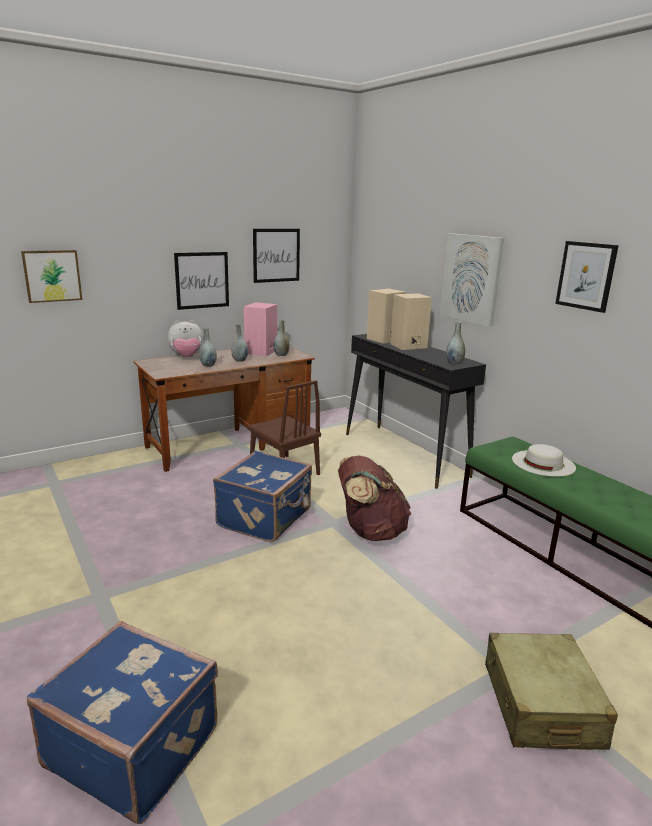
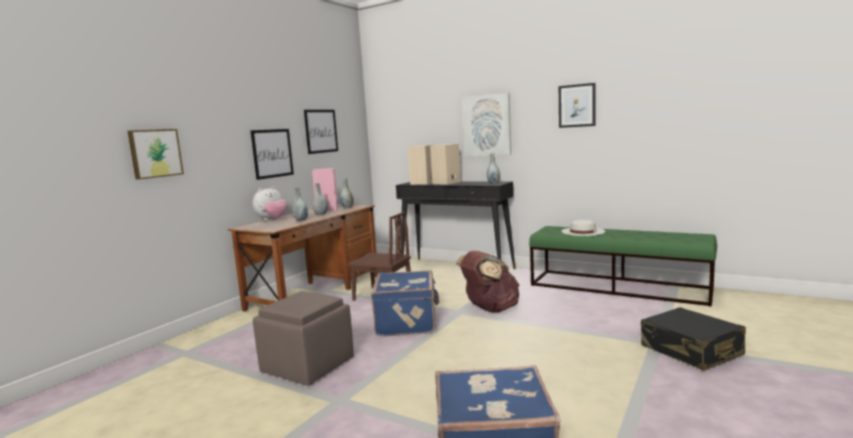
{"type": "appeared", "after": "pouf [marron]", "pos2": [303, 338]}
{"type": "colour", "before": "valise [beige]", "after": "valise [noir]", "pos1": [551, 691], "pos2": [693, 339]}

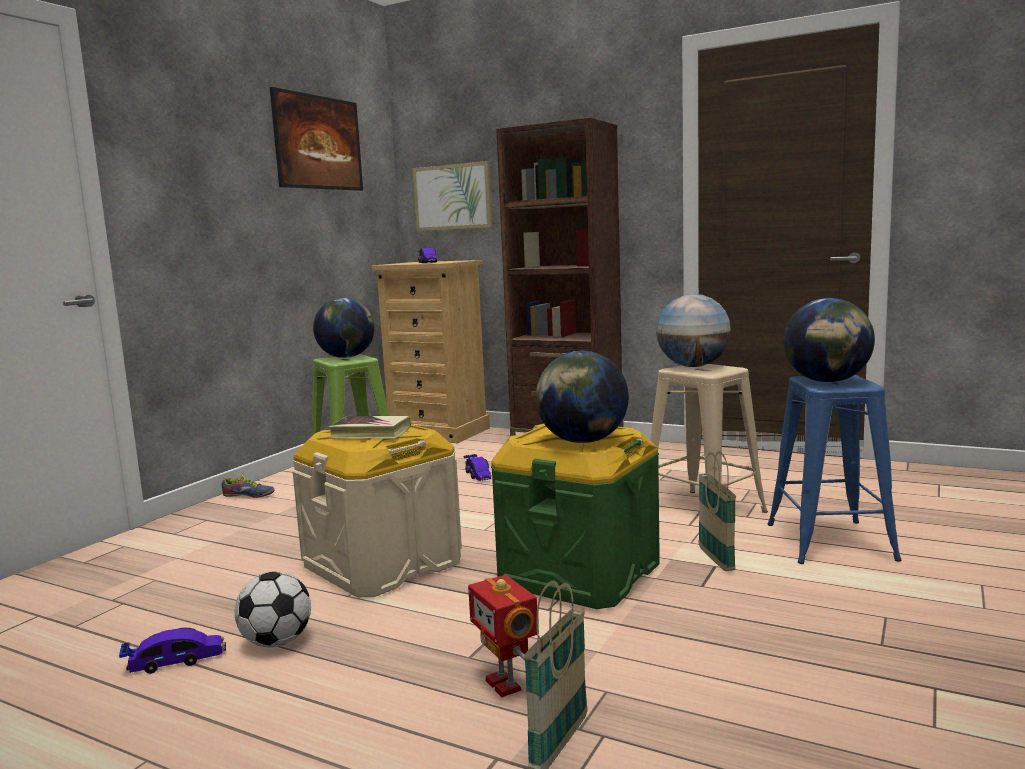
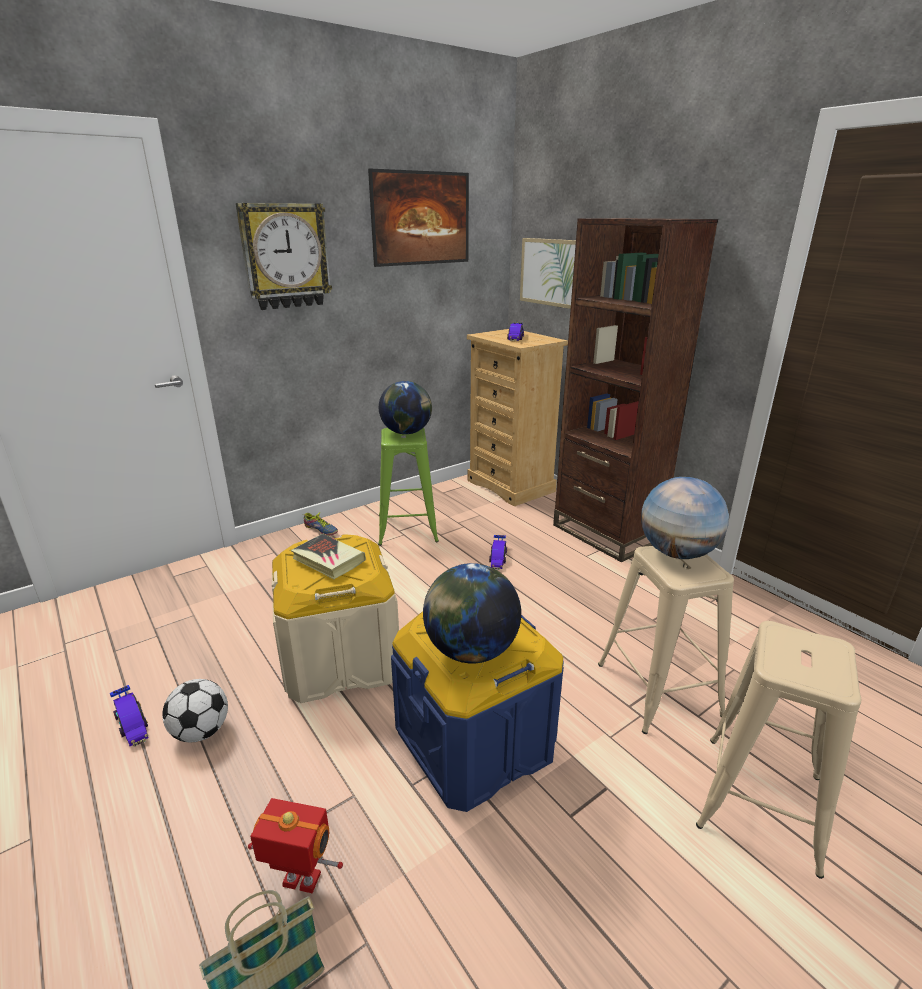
{"type": "spun", "before": "petite voiture", "pos1": [172, 651], "pos2": [129, 715], "turn": 45}
{"type": "appeared", "after": "horloge murale", "pos2": [284, 256]}
{"type": "spun", "before": "robot jouet", "pos1": [502, 636], "pos2": [295, 845], "turn": 105}
{"type": "colour", "before": "boîte de rangement [vert]", "after": "boîte de rangement [bleu]", "pos1": [575, 516], "pos2": [477, 712]}
{"type": "colour", "before": "tabouret [bleu]", "after": "tabouret [beige]", "pos1": [835, 469], "pos2": [778, 750]}
{"type": "missing", "before": "panier", "pos1": [717, 511]}
{"type": "missing", "before": "globe", "pos1": [829, 340]}

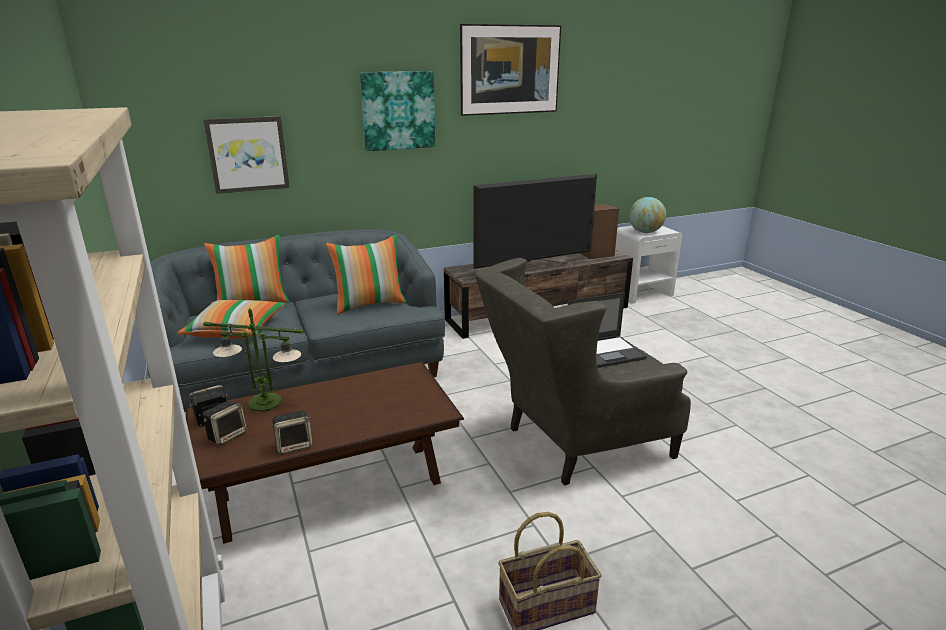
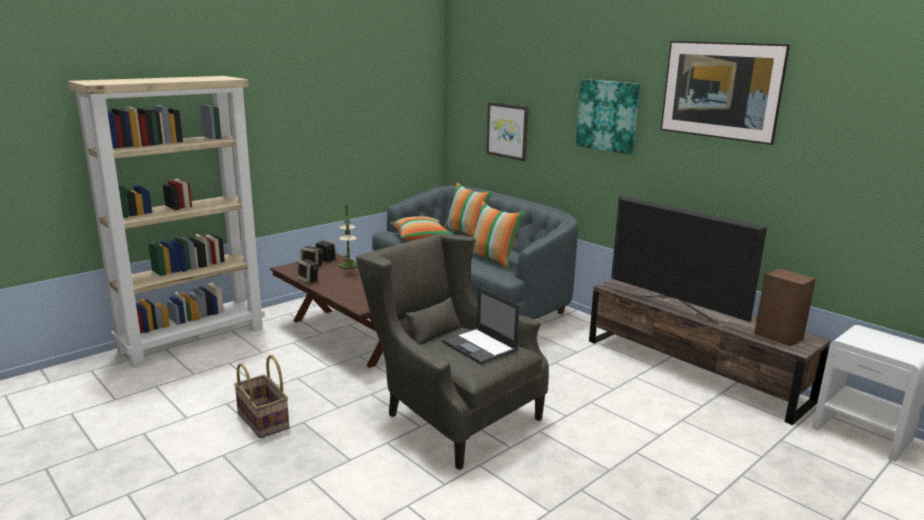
{"type": "missing", "before": "globe", "pos1": [647, 215]}

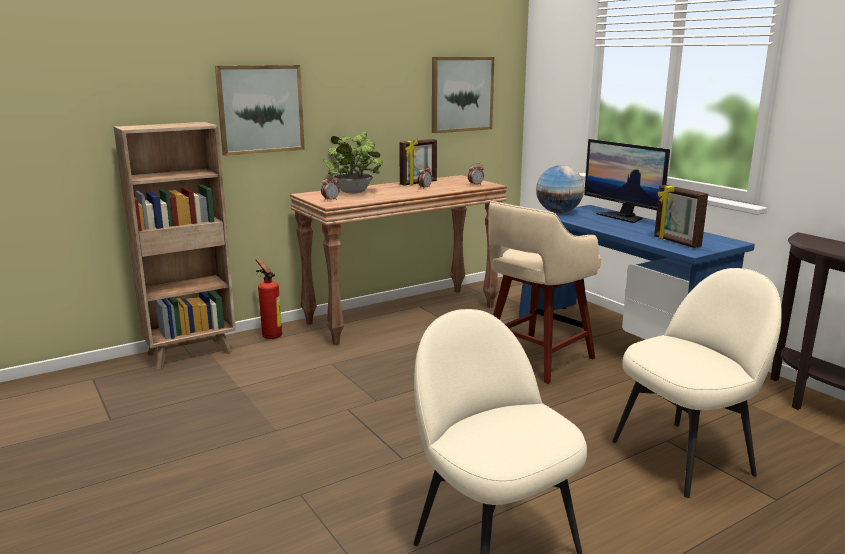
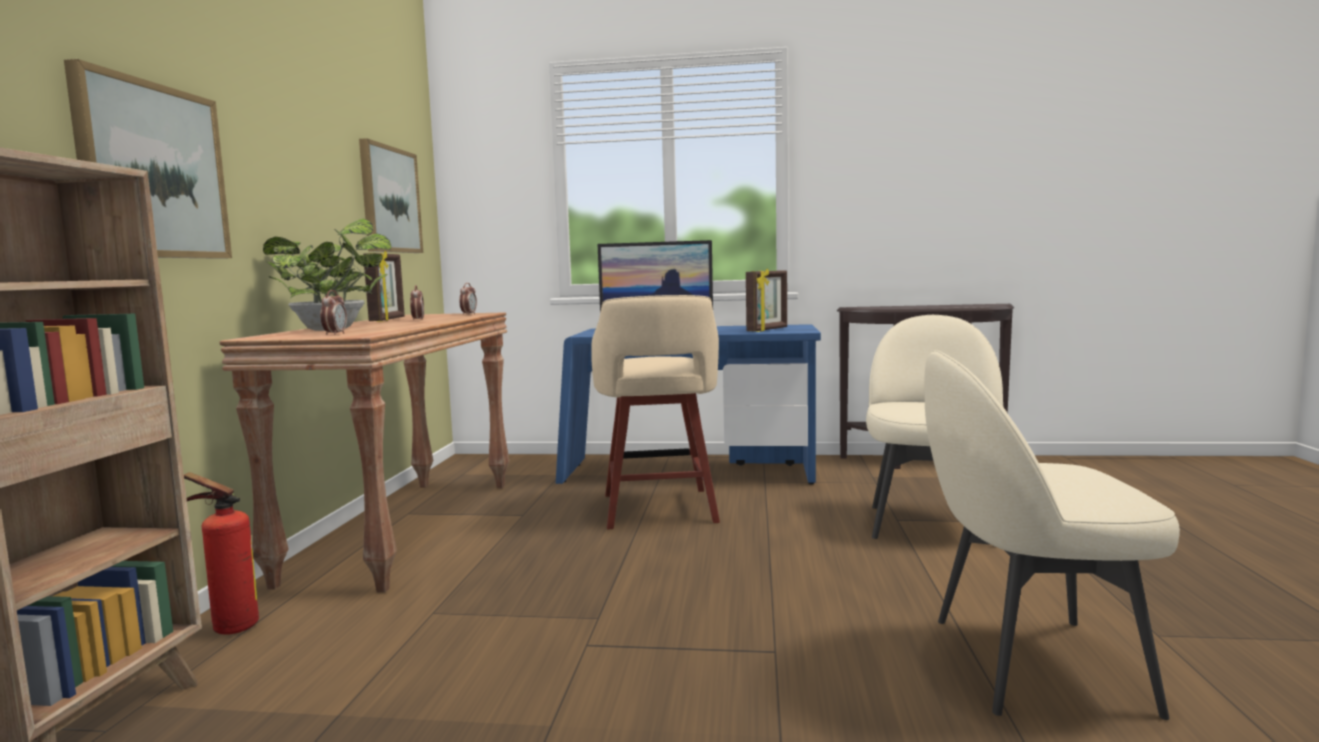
{"type": "spun", "before": "cadre photo", "pos1": [681, 216], "pos2": [766, 300], "turn": -60}
{"type": "missing", "before": "globe", "pos1": [560, 189]}

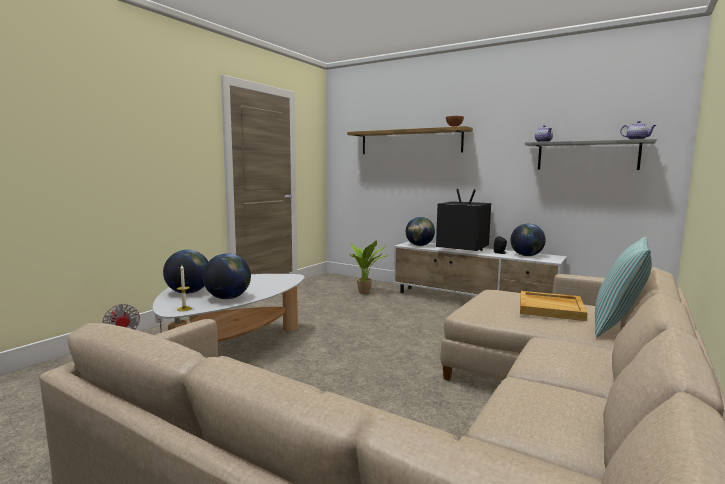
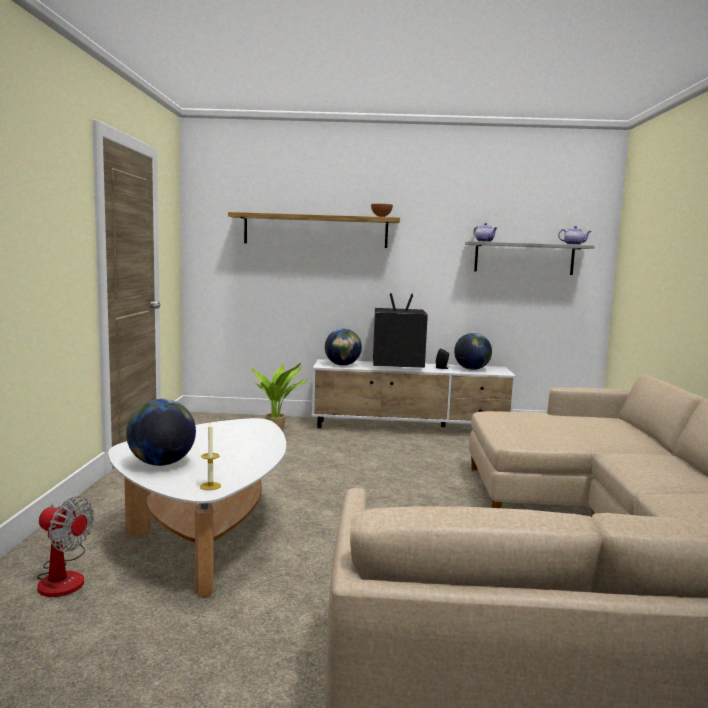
{"type": "missing", "before": "globe", "pos1": [227, 276]}
{"type": "missing", "before": "plateau [beige]", "pos1": [553, 306]}
{"type": "missing", "before": "coussin", "pos1": [623, 287]}

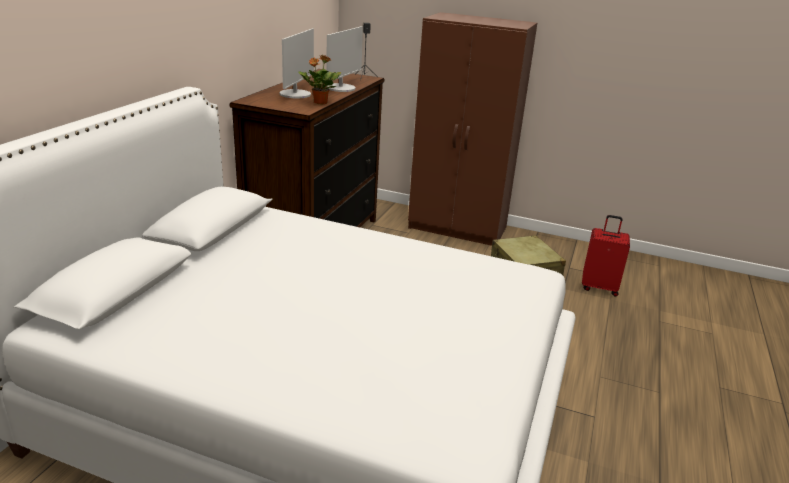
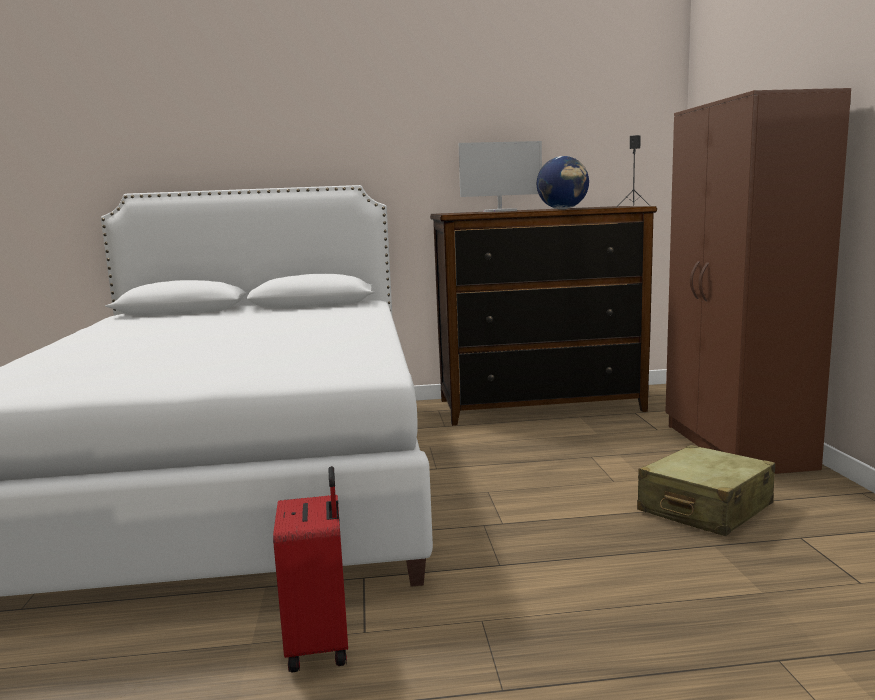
{"type": "relocated", "before": "valise [rouge]", "pos1": [606, 255], "pos2": [310, 569]}
{"type": "exchanged", "before": "écran d'ordinateur", "after": "globe", "pos1": [344, 59], "pos2": [563, 182]}
{"type": "missing", "before": "plante en pot", "pos1": [319, 80]}

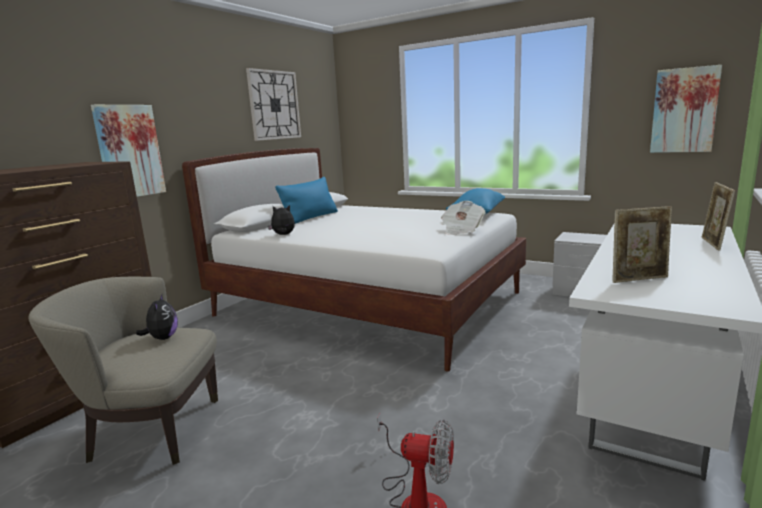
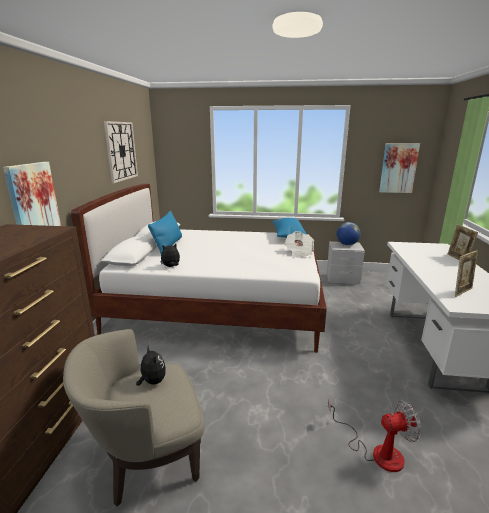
{"type": "appeared", "after": "globe", "pos2": [349, 233]}

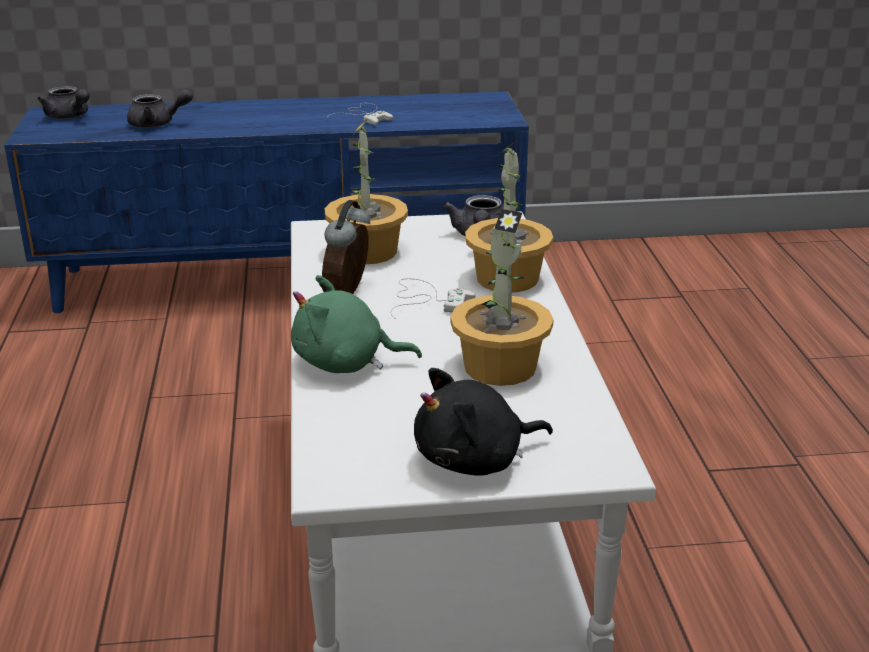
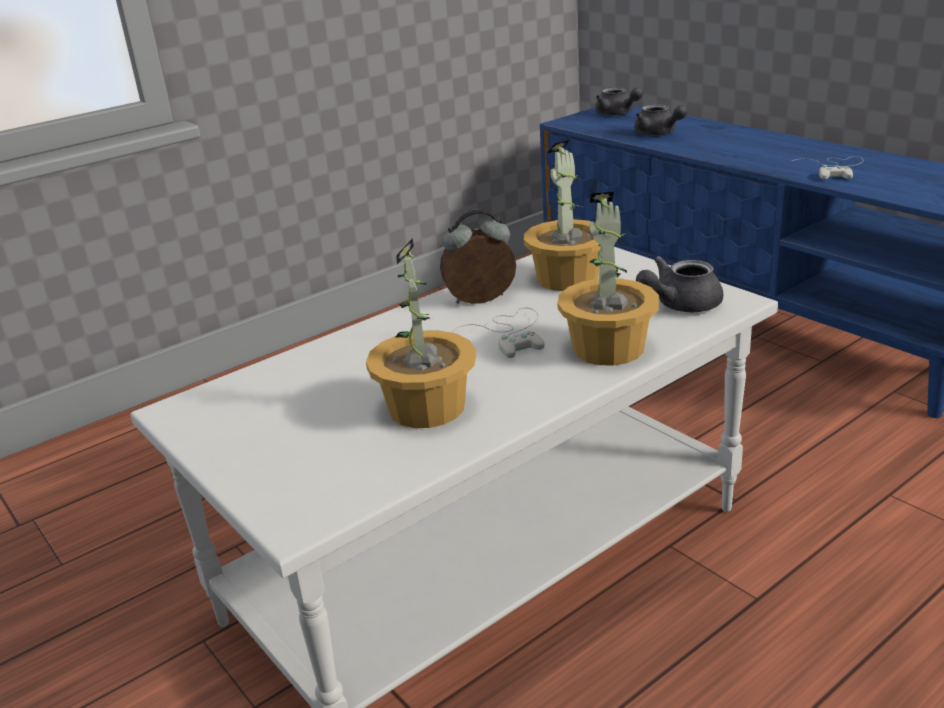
{"type": "spun", "before": "théière [gris]", "pos1": [63, 102], "pos2": [619, 101], "turn": -45}
{"type": "missing", "before": "peluche [vert]", "pos1": [356, 324]}
{"type": "missing", "before": "peluche [noir]", "pos1": [483, 422]}

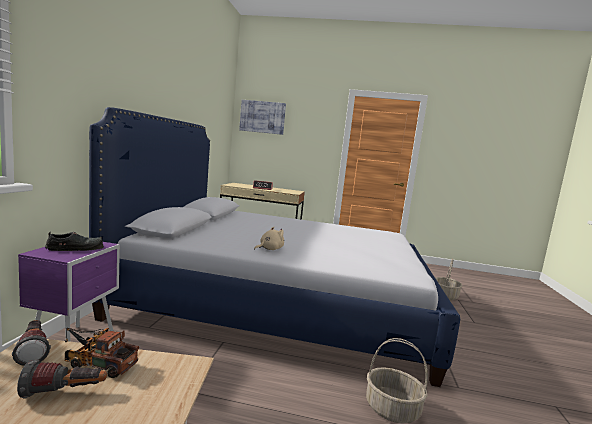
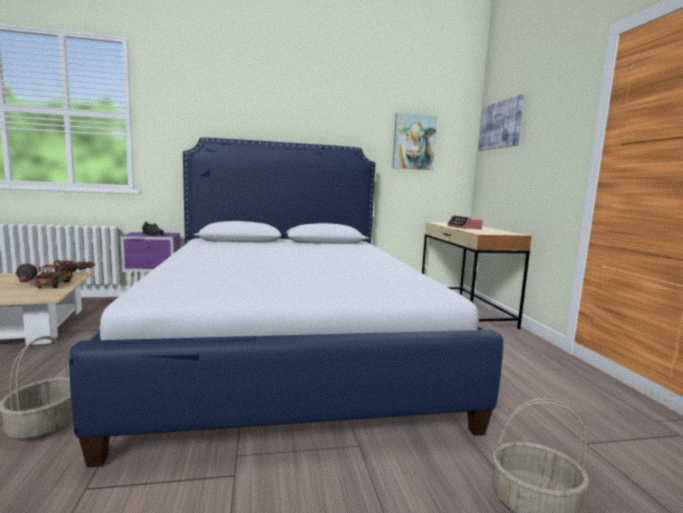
{"type": "appeared", "after": "tableau", "pos2": [414, 141]}
{"type": "missing", "before": "peluche [beige]", "pos1": [269, 238]}

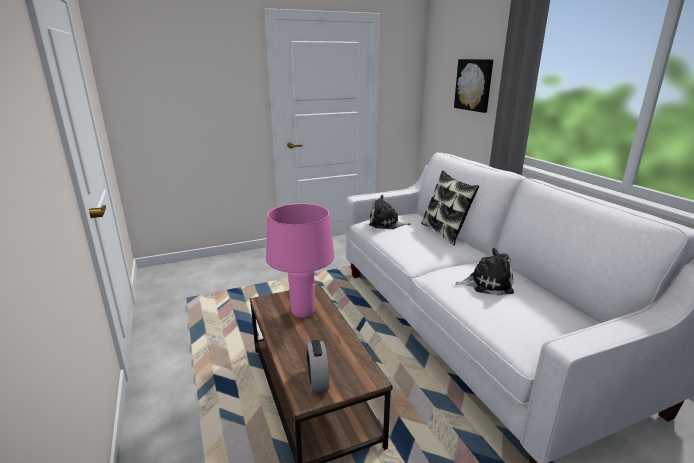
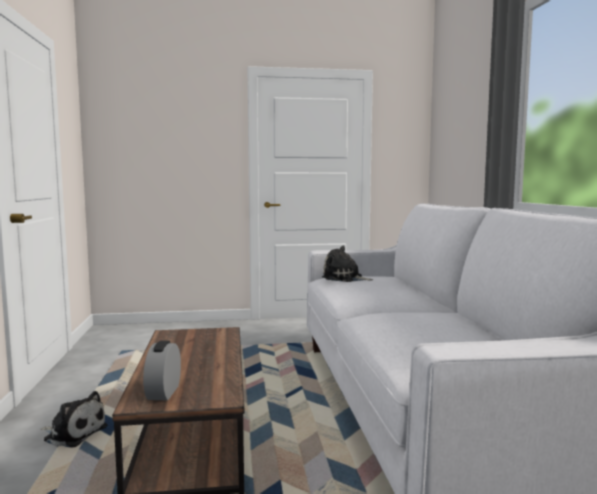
{"type": "relocated", "before": "peluche", "pos1": [484, 272], "pos2": [74, 419]}
{"type": "missing", "before": "lampe de table [rose]", "pos1": [300, 260]}
{"type": "missing", "before": "coussin", "pos1": [450, 208]}
{"type": "missing", "before": "tableau", "pos1": [473, 86]}

